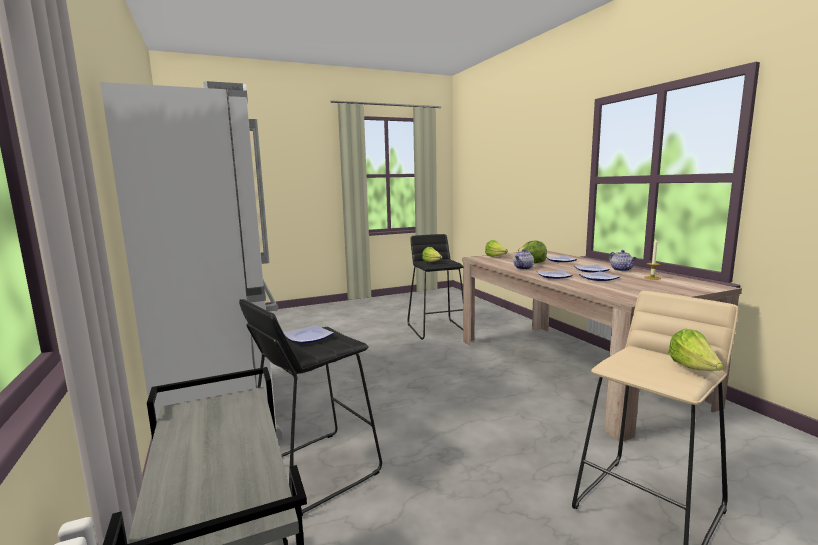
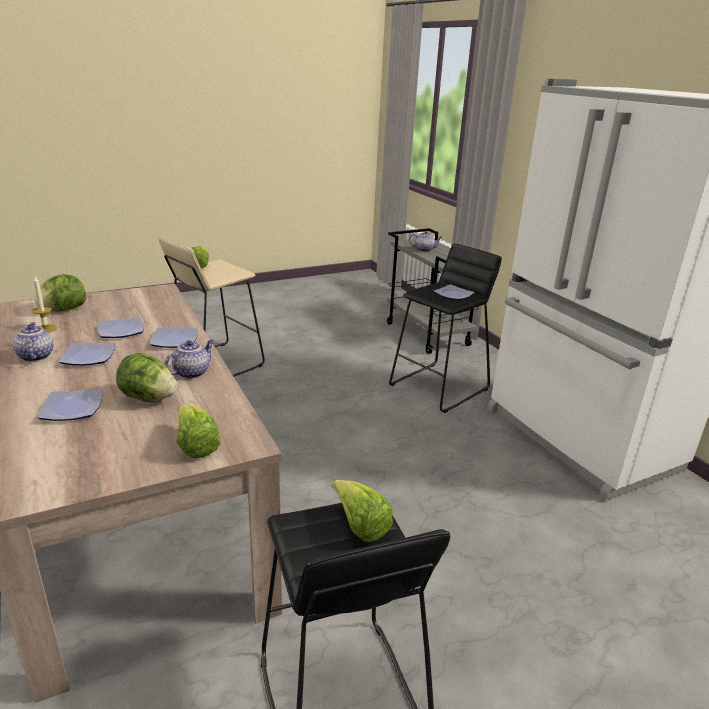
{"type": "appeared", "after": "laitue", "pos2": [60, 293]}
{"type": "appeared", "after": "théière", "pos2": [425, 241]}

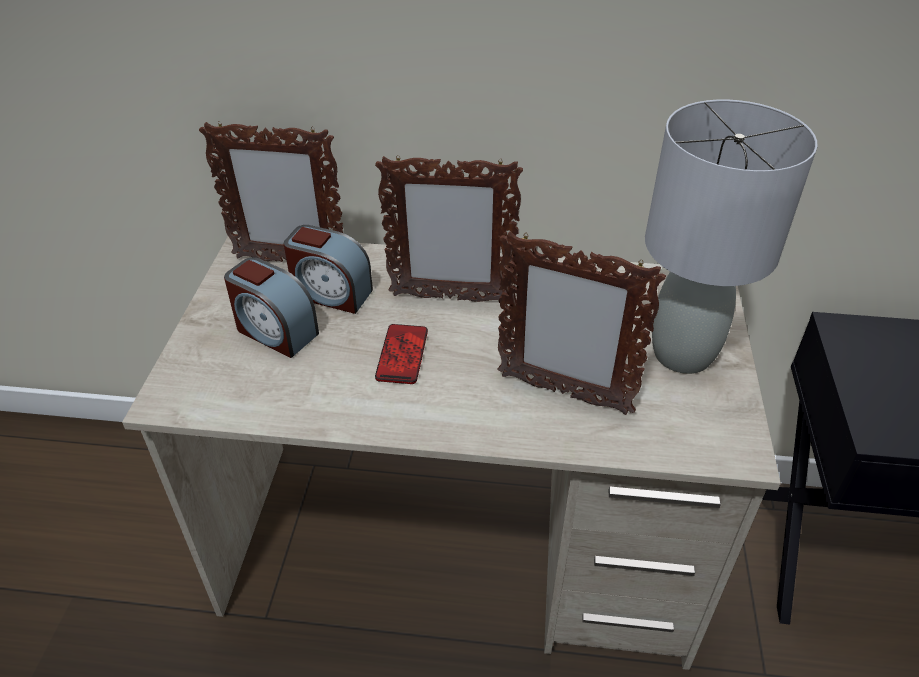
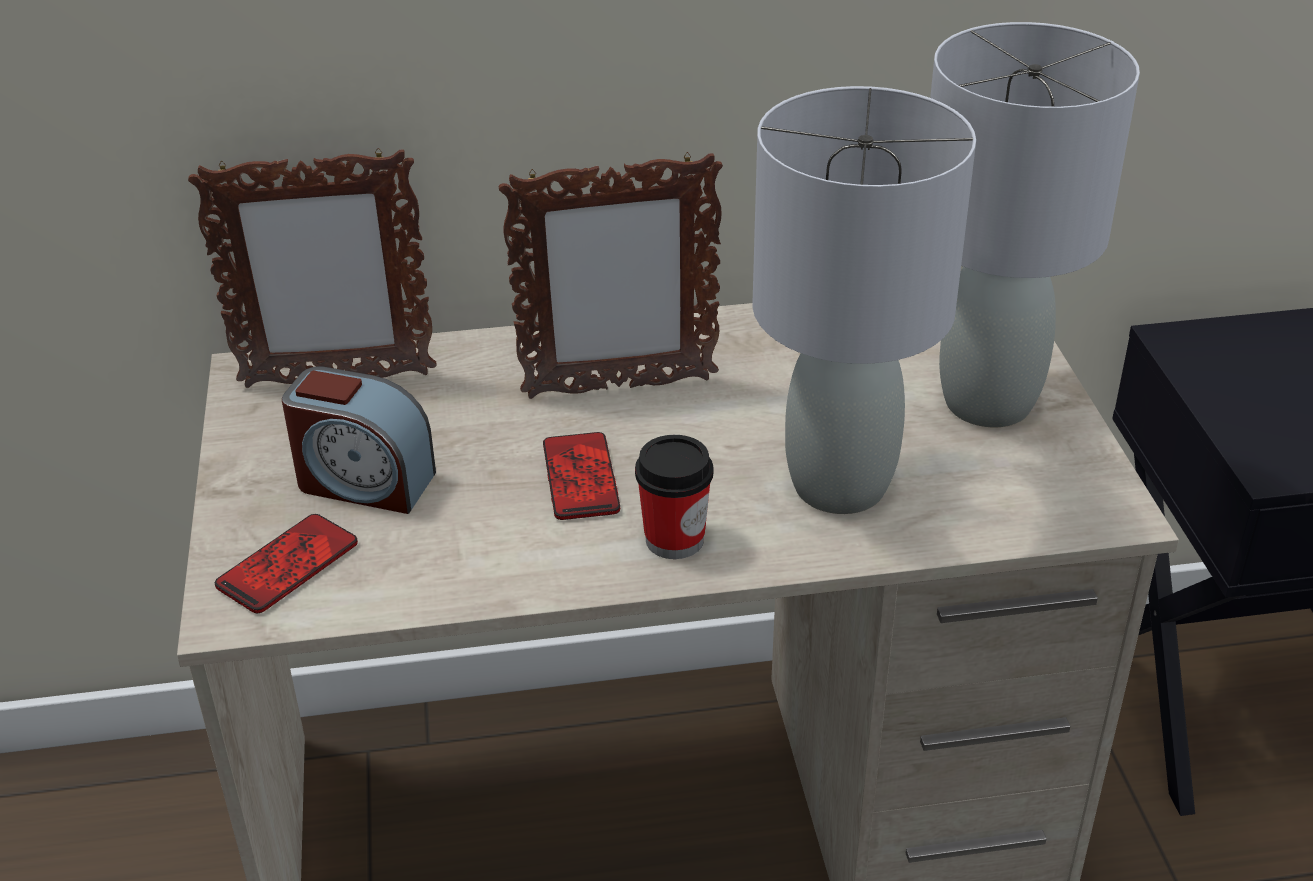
{"type": "appeared", "after": "téléphone", "pos2": [286, 563]}
{"type": "appeared", "after": "tasse", "pos2": [674, 497]}
{"type": "exchanged", "before": "cadre photo", "after": "lampe de table [gris]", "pos1": [581, 323], "pos2": [864, 300]}
{"type": "missing", "before": "réveil", "pos1": [328, 269]}

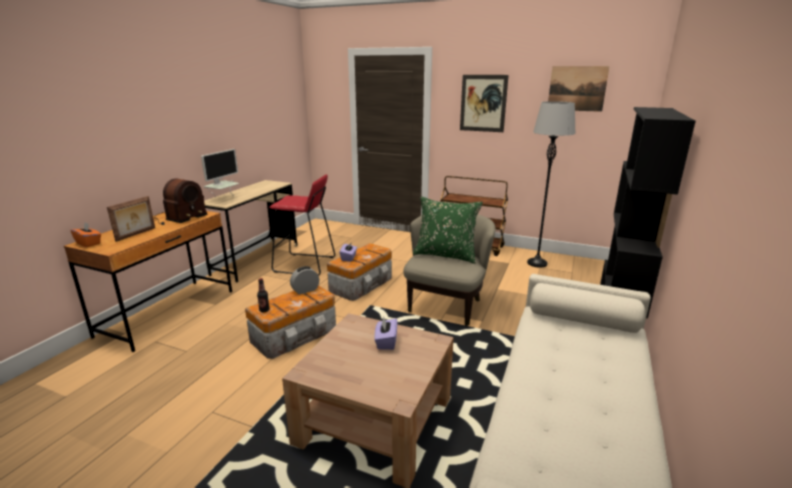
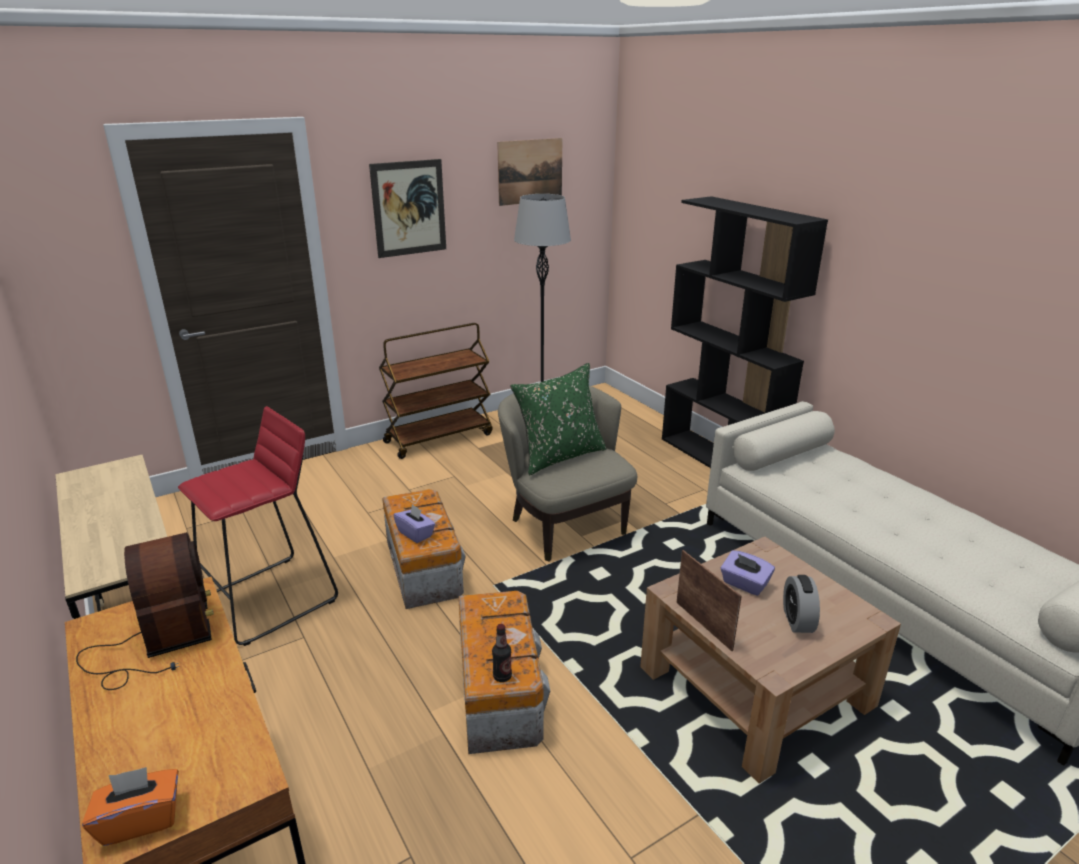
{"type": "relocated", "before": "cadre photo", "pos1": [131, 219], "pos2": [709, 600]}
{"type": "relocated", "before": "réveil", "pos1": [304, 280], "pos2": [801, 604]}
{"type": "missing", "before": "écran d'ordinateur", "pos1": [220, 173]}

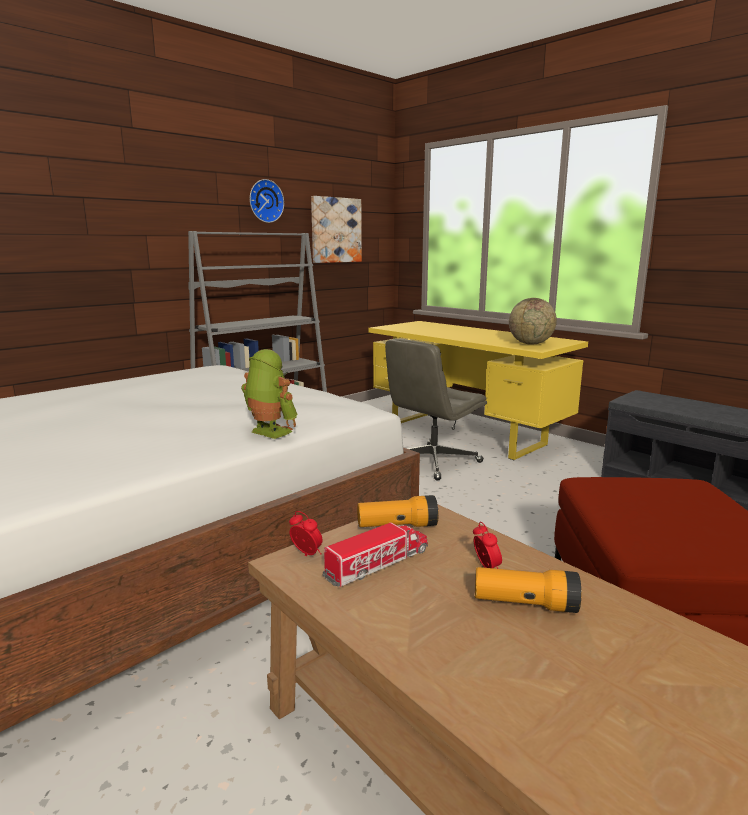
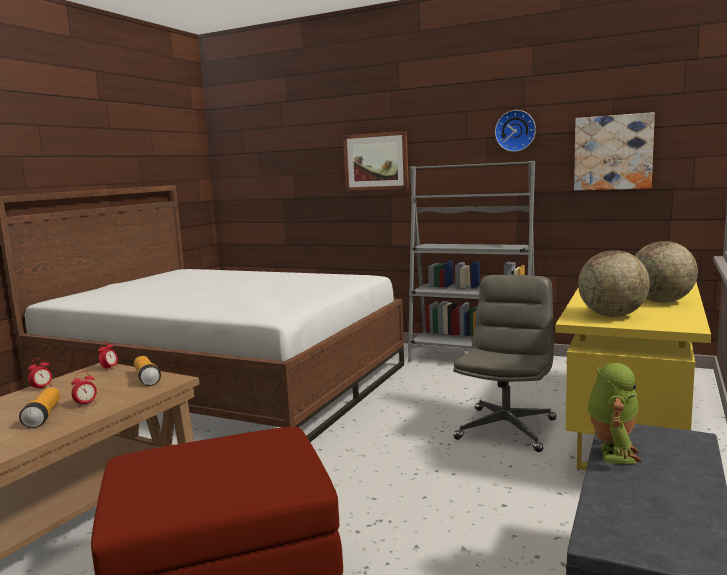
{"type": "appeared", "after": "réveil", "pos2": [40, 374]}
{"type": "appeared", "after": "tableau", "pos2": [376, 161]}
{"type": "spun", "before": "chaise de bureau [gris]", "pos1": [436, 409], "pos2": [504, 363], "turn": 90}
{"type": "relocated", "before": "robot jouet", "pos1": [269, 394], "pos2": [614, 413]}
{"type": "appeared", "after": "globe", "pos2": [666, 272]}
{"type": "missing", "before": "camion jouet", "pos1": [375, 554]}

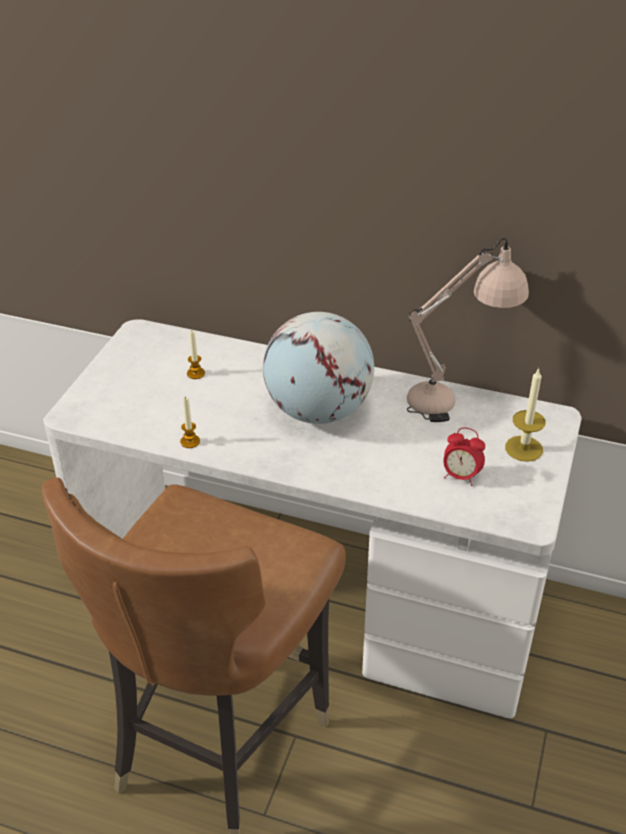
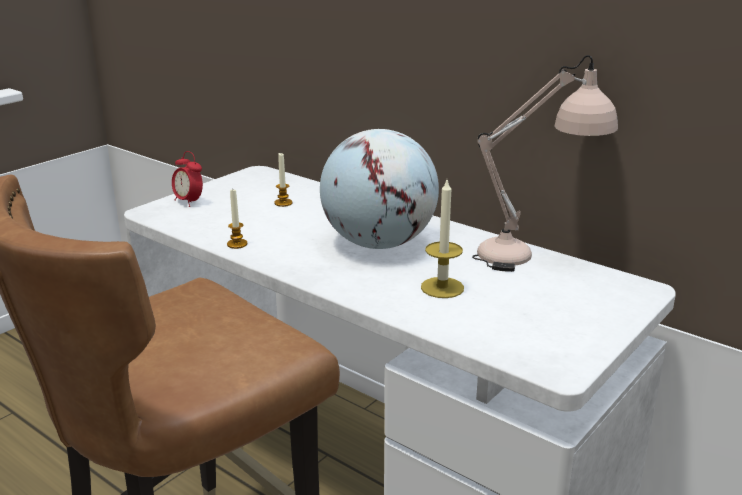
{"type": "relocated", "before": "réveil", "pos1": [464, 456], "pos2": [187, 179]}
{"type": "relocated", "before": "bougie", "pos1": [525, 415], "pos2": [442, 239]}

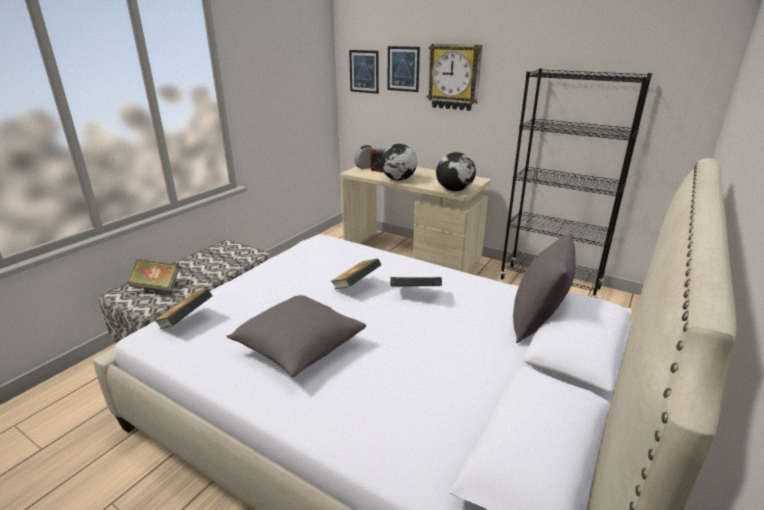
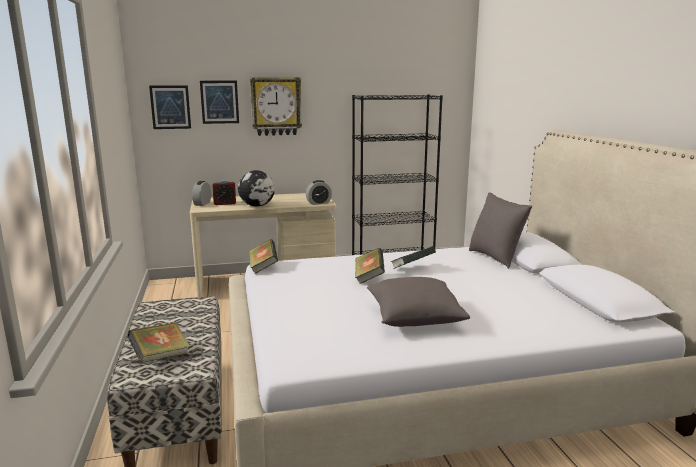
{"type": "relocated", "before": "livre", "pos1": [183, 309], "pos2": [263, 256]}
{"type": "exchanged", "before": "globe", "after": "réveil", "pos1": [456, 171], "pos2": [319, 192]}

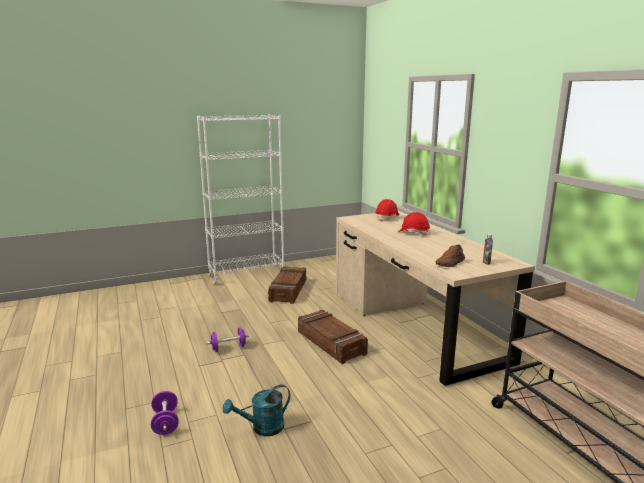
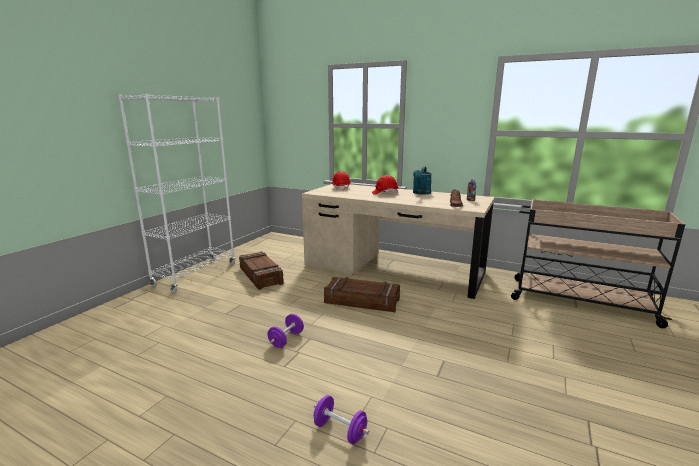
{"type": "relocated", "before": "arrosoir [turquoise]", "pos1": [256, 410], "pos2": [422, 180]}

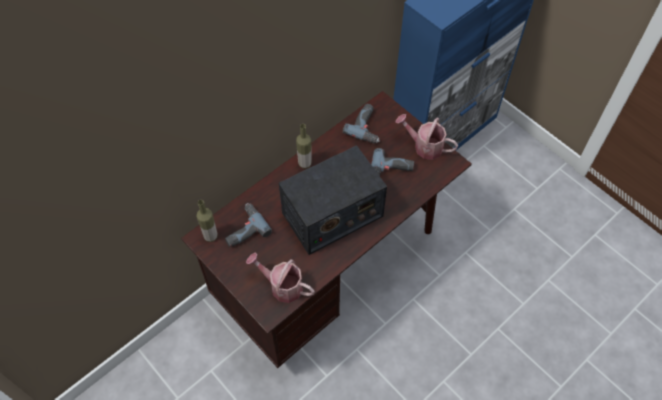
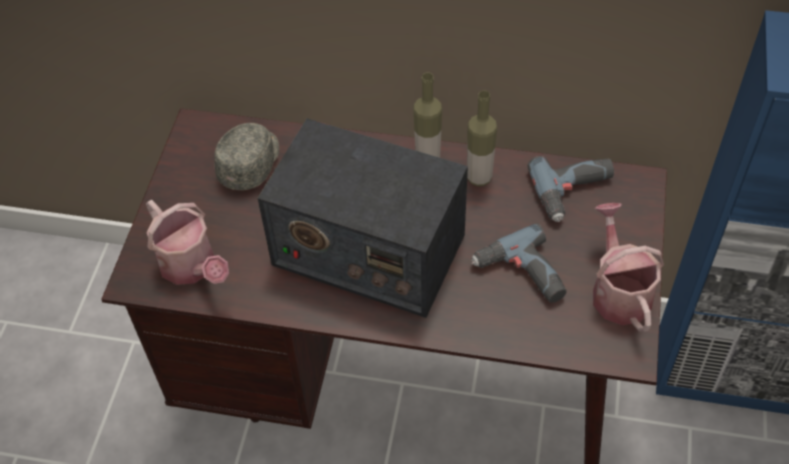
{"type": "spun", "before": "arrosoir", "pos1": [280, 278], "pos2": [187, 242], "turn": 150}
{"type": "exchanged", "before": "perceuse", "after": "casquette [gris]", "pos1": [248, 225], "pos2": [246, 156]}
{"type": "relocated", "before": "bouteille", "pos1": [207, 221], "pos2": [482, 138]}

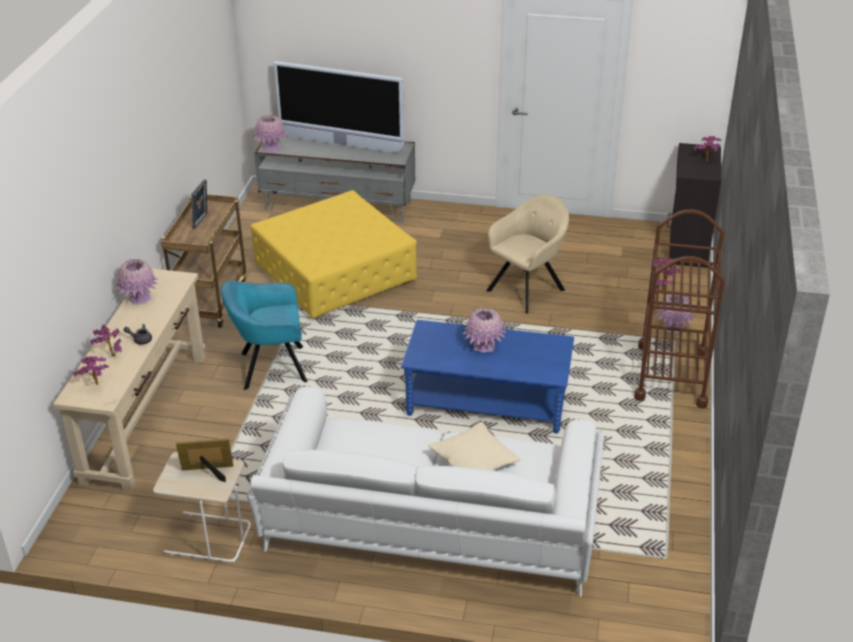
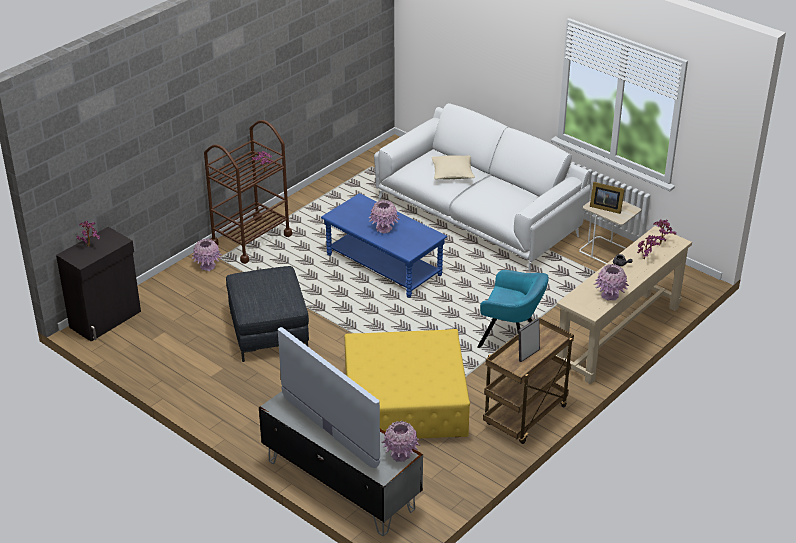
{"type": "exchanged", "before": "fauteuil [beige]", "after": "pouf [gris]", "pos1": [527, 254], "pos2": [267, 314]}

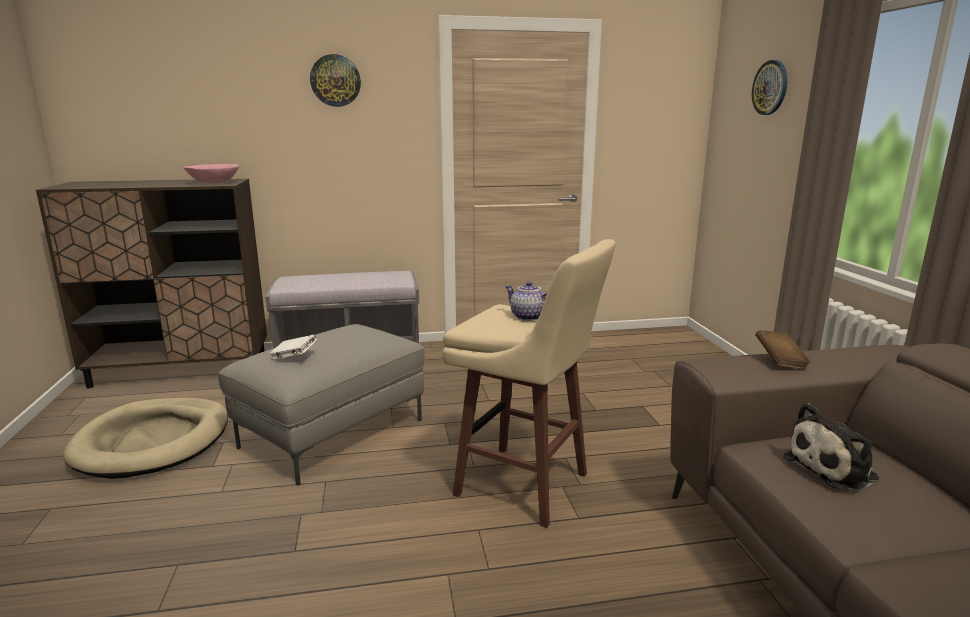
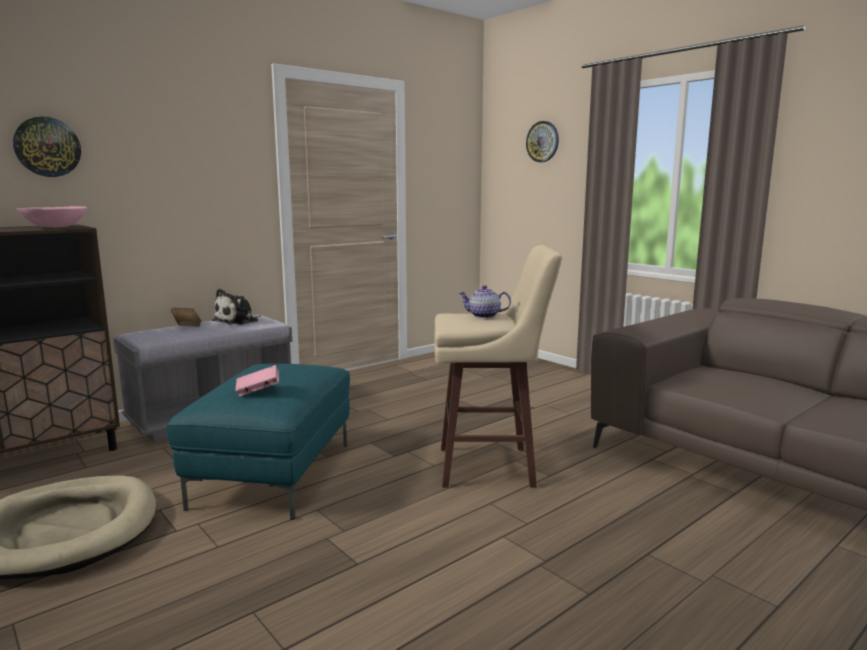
{"type": "relocated", "before": "horloge murale", "pos1": [335, 80], "pos2": [47, 146]}
{"type": "colour", "before": "pouf [gris]", "after": "pouf [turquoise]", "pos1": [321, 404], "pos2": [258, 441]}
{"type": "relocated", "before": "livre [marron]", "pos1": [783, 349], "pos2": [186, 317]}
{"type": "relocated", "before": "peluche", "pos1": [831, 447], "pos2": [236, 307]}
{"type": "colour", "before": "livre [blanc]", "after": "livre [rose]", "pos1": [293, 347], "pos2": [257, 381]}

